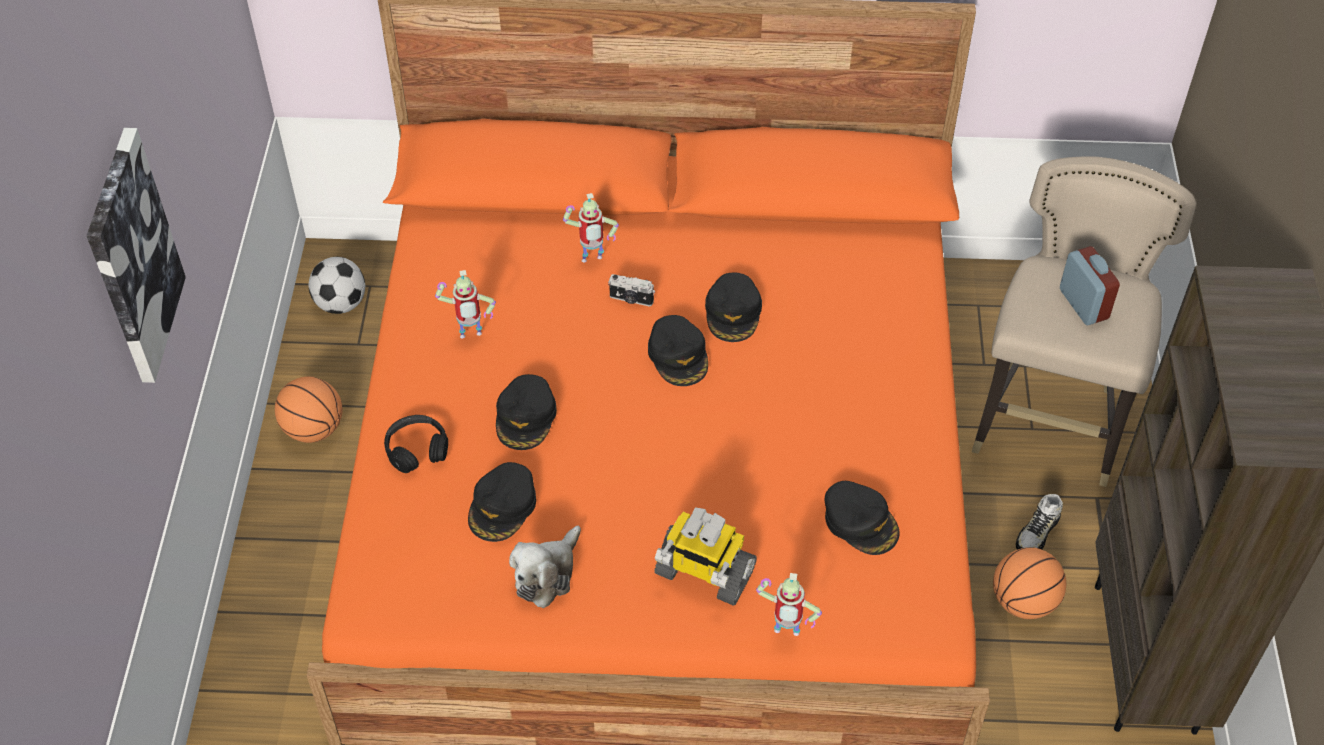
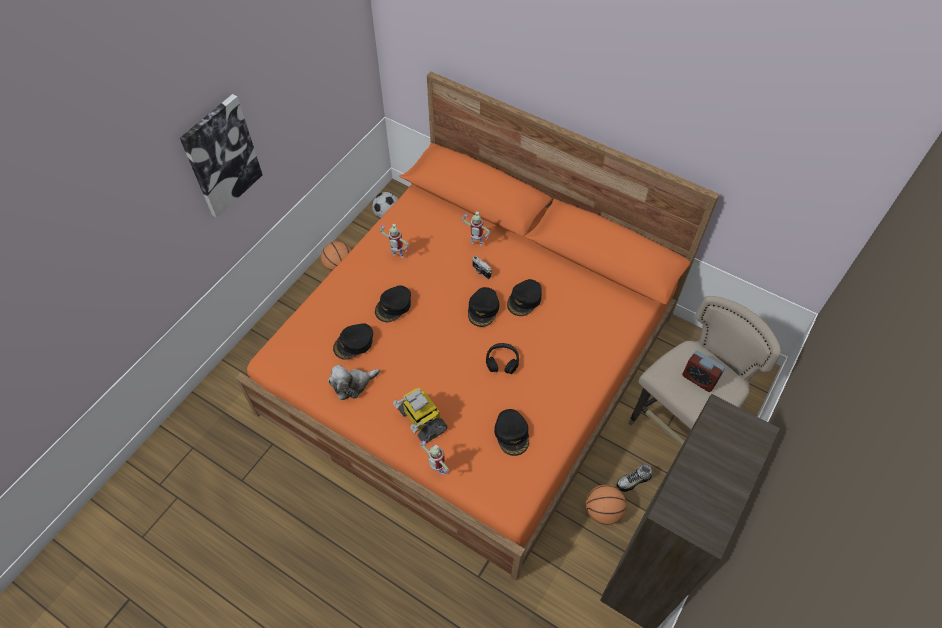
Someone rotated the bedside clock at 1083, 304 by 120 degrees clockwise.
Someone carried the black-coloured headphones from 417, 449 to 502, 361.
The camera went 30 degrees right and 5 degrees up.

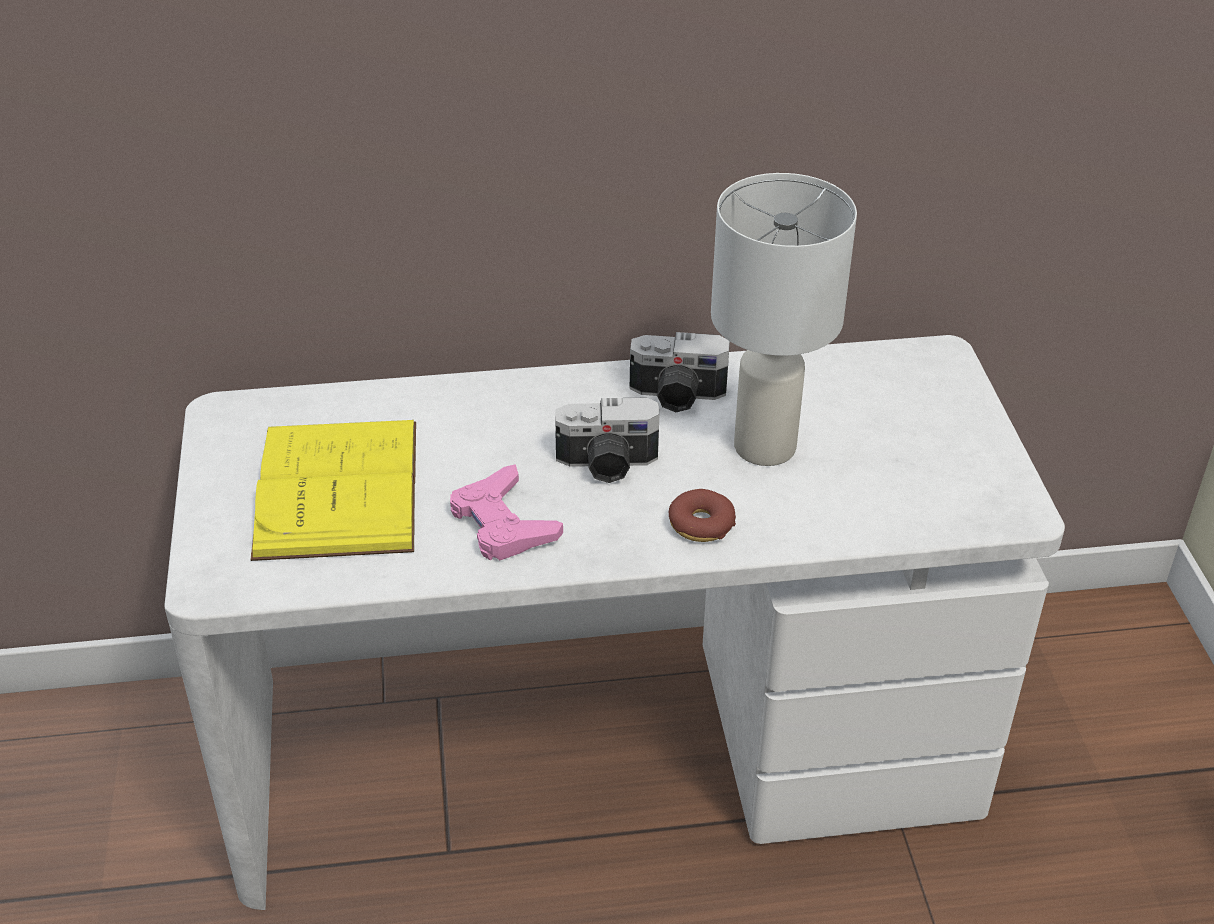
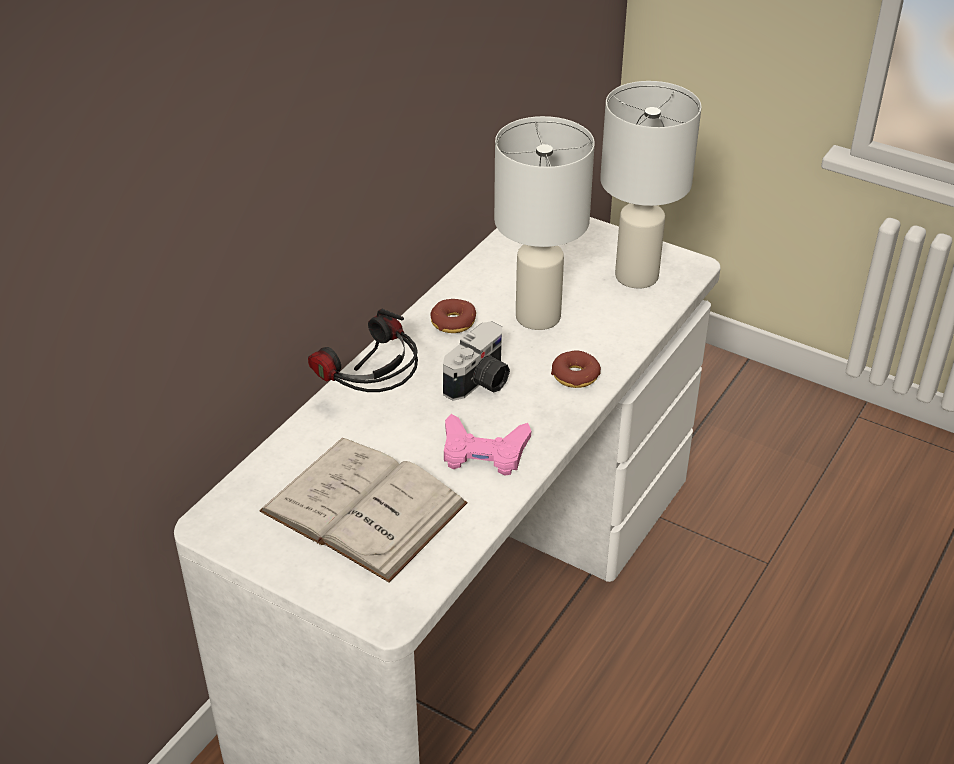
Someone swapped the photo camera at 677, 396 for the doughnut at 453, 322.
Someone repainted the yellow-coloured volume at 337, 488, which became the whitish volume at 363, 507.
Someone put down the whitish lamp for a table at 638, 275.
Someone put down the headphones at 372, 398.
The camera went 50 degrees left and 0 degrees up.

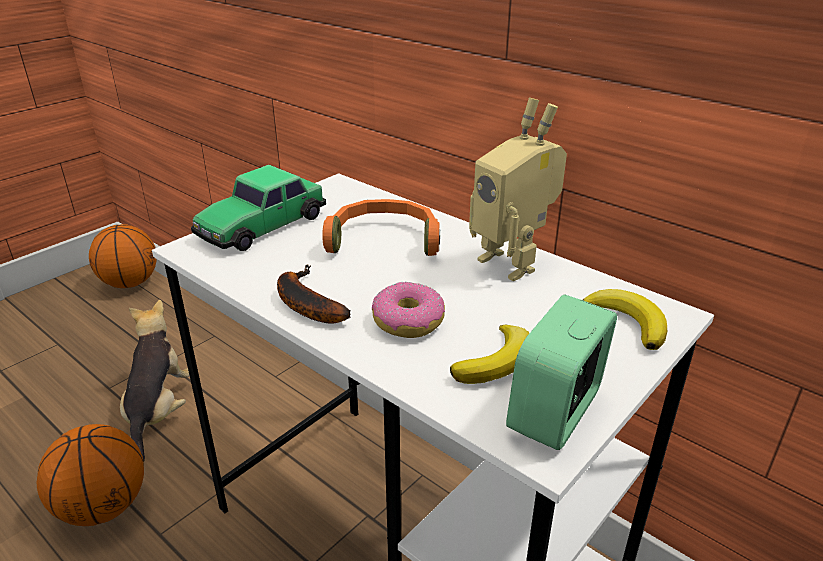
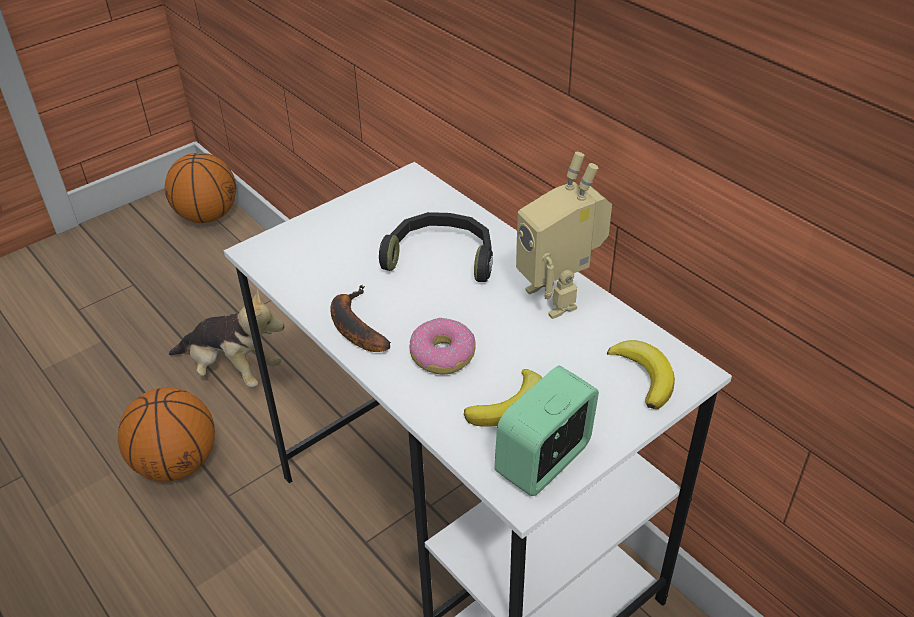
Someone took away the miniature car at 262, 225.
Someone repainted the orange headphones at 384, 240, which became the black-coloured headphones at 442, 257.
Someone rotated the plush toy at 159, 410 by 105 degrees clockwise.
The camera went 10 degrees right and 10 degrees up.

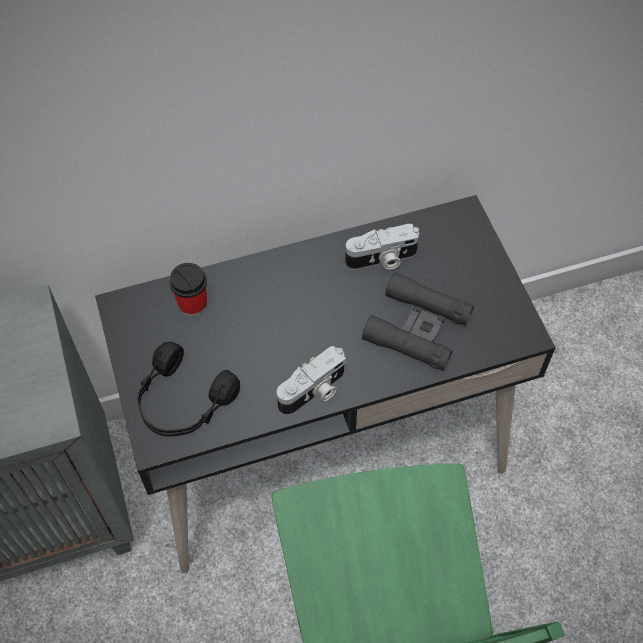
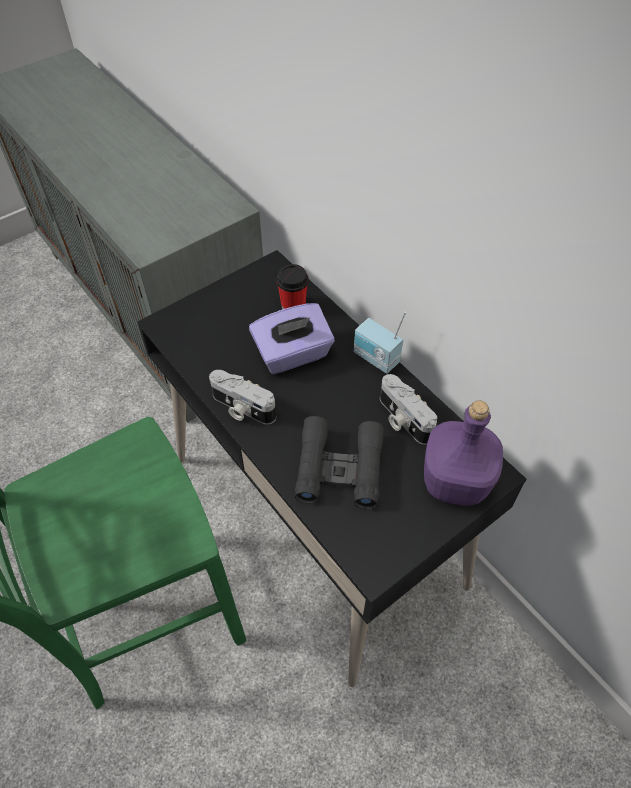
Someone took away the black-coloured headphones at 182, 402.
Someone put down the purple tissue holder at 293, 354.
Someone put down the radio set at 375, 359.
Someone put down the purple bottle at 456, 483.
The camera went 70 degrees right and 5 degrees down.

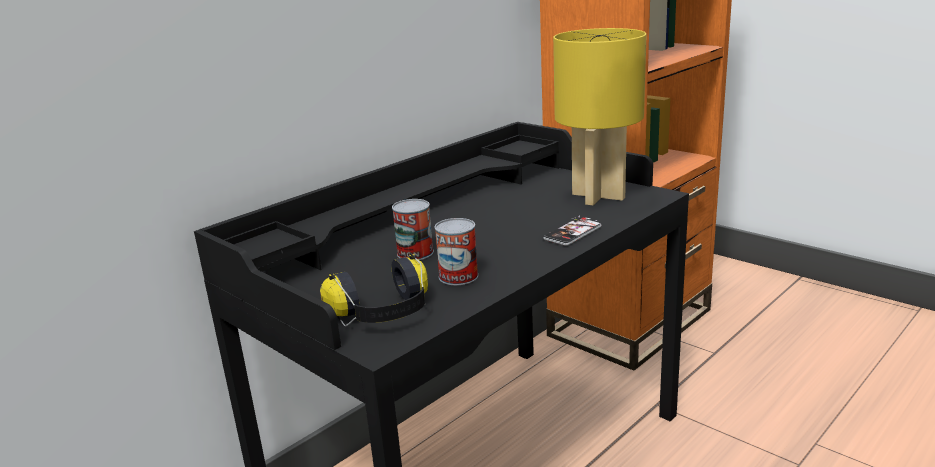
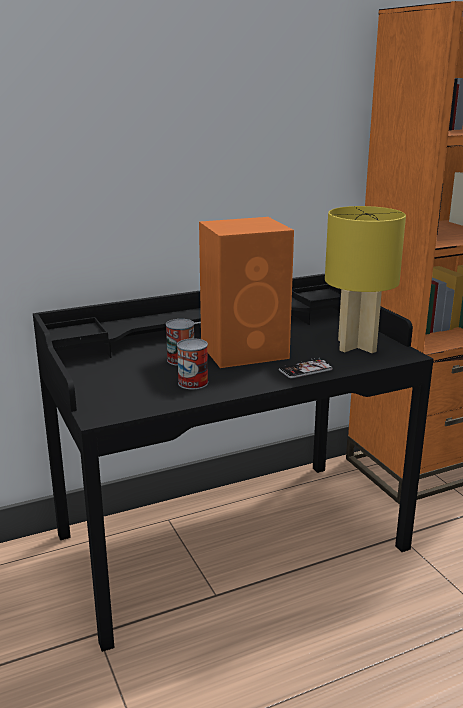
Someone took away the headphones at 384, 314.
Someone put down the orange audio speaker at 246, 351.
The camera went 20 degrees right and 0 degrees up.

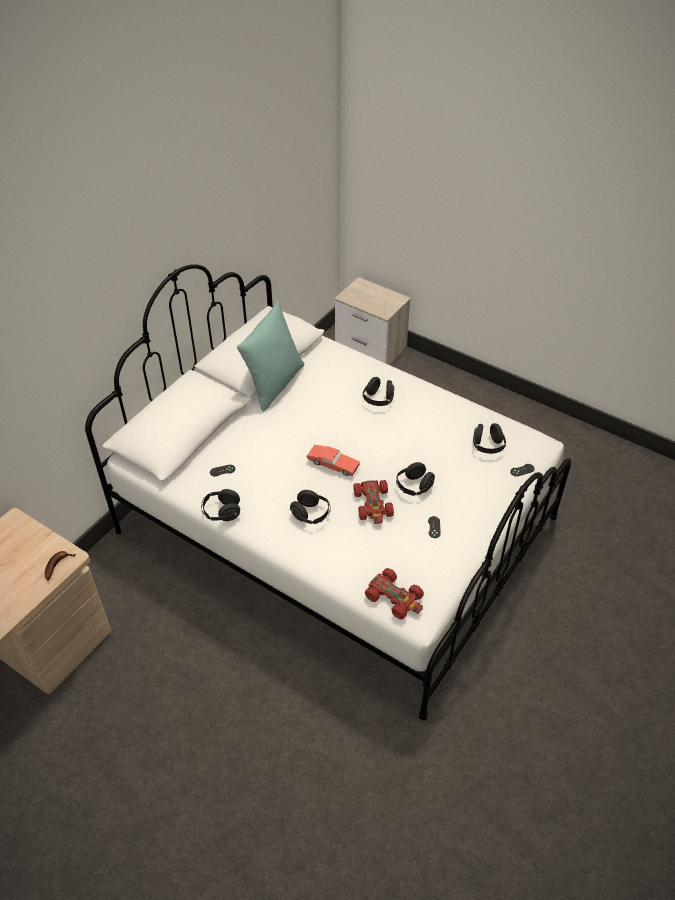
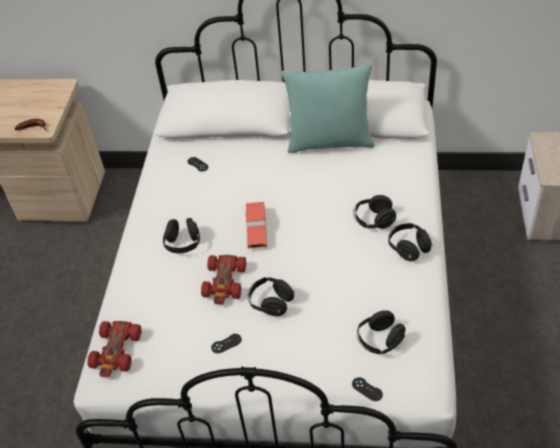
Someone rotated the reddish miniature car at 373, 505 by 45 degrees counterclockwise.
Someone carried the black-coloured headphones from 221, 512 to 408, 248.
The camera went 65 degrees right and 0 degrees up.

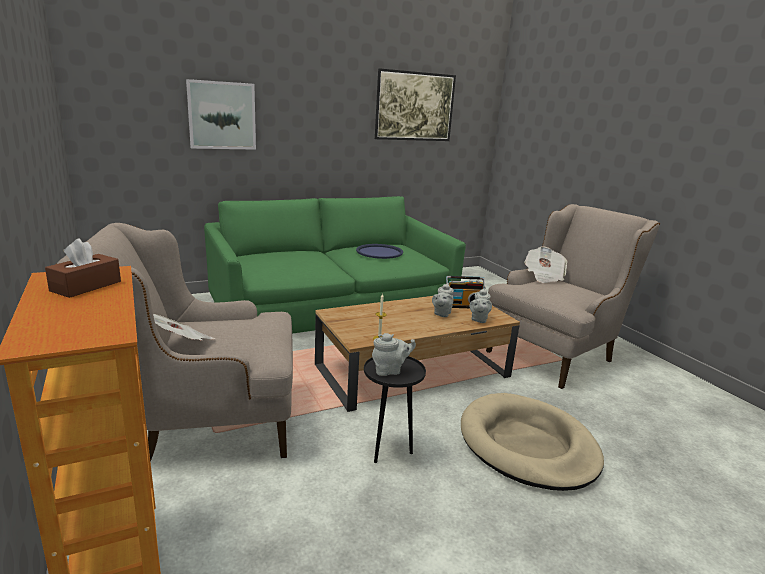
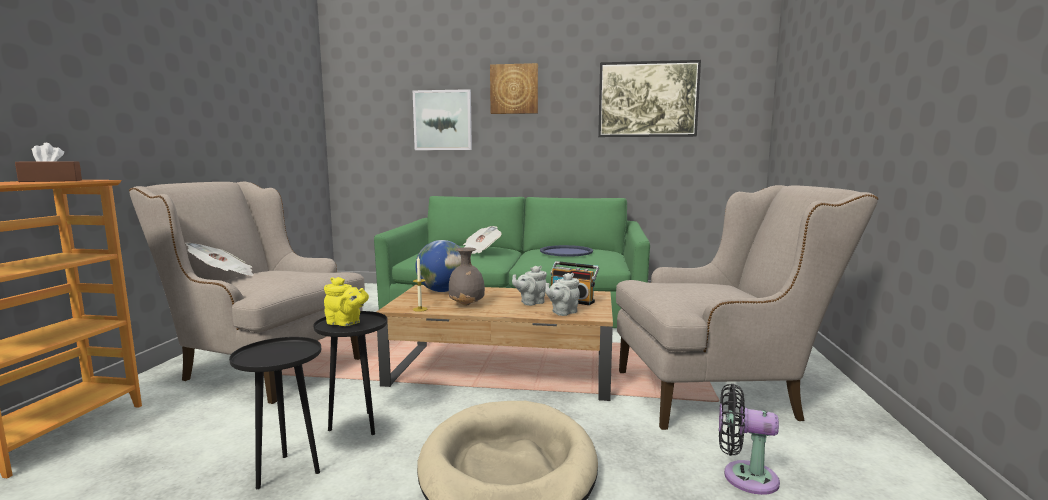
Someone carried the daily paper from 543, 276 to 479, 251.
Someone repainted the gray tea pot at 390, 371, which became the yellow-coloured tea pot at 346, 323.
Someone put up the wall art at 514, 89.
Someone put down the desk globe at 442, 291.
Someone put down the gray flower vase at 467, 305.
Someone put down the black-coloured side table at 287, 471.
Someone put down the black-coloured electric fan at 744, 477.
The camera went 35 degrees right and 10 degrees down.

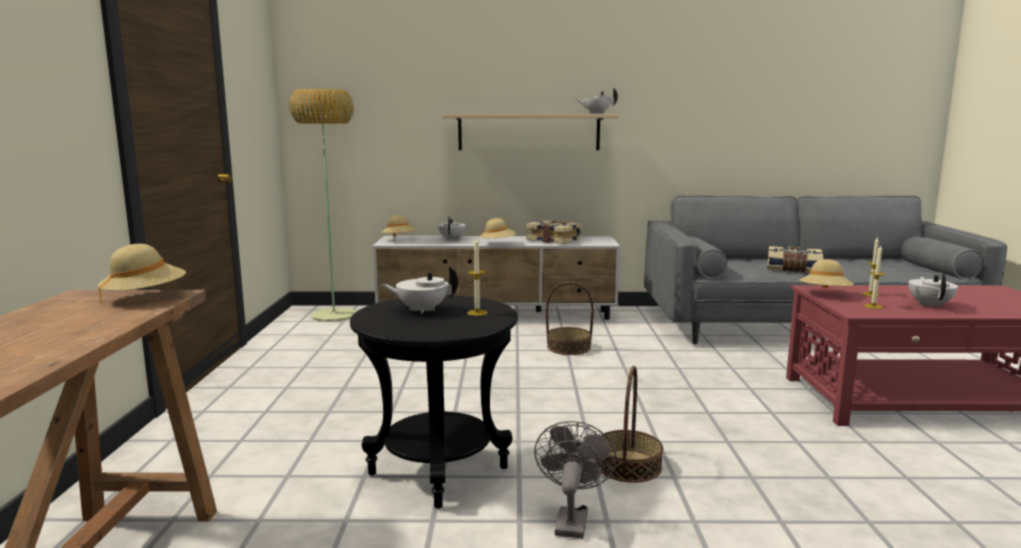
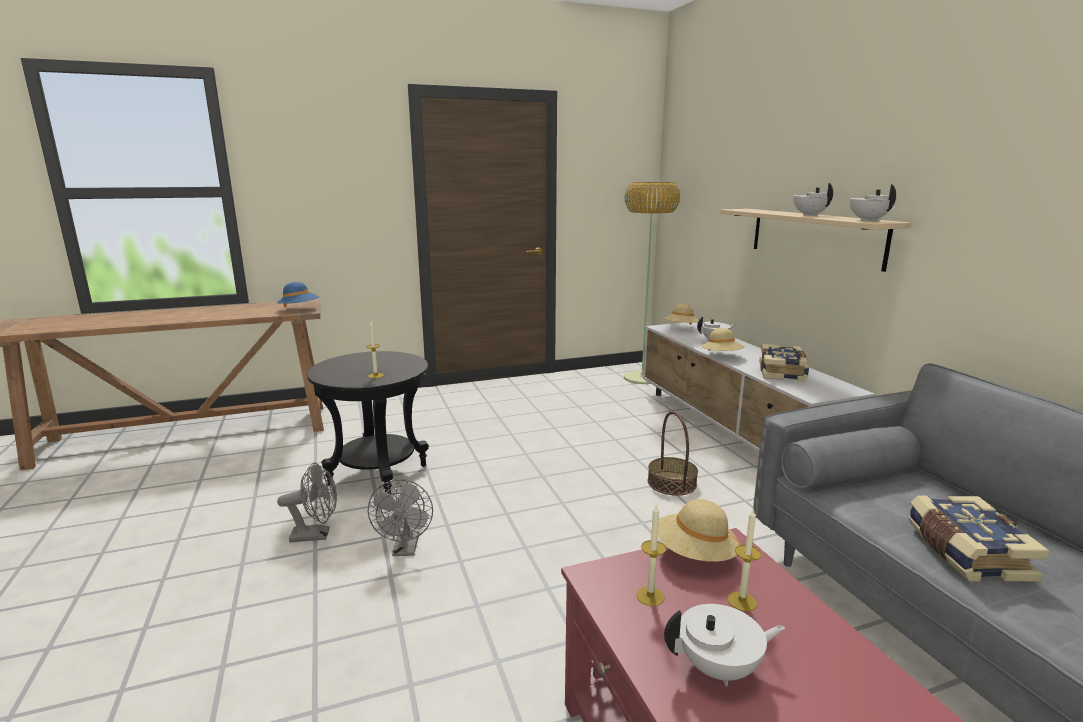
Someone repainted the beige wearable hat at 145, 297, which became the blue-coloured wearable hat at 299, 309.
Someone carried the whitish tea pot from 421, 310 to 809, 215.
Someone swapped the household basket at 628, 465 for the gray electric fan at 406, 549.
The camera went 70 degrees right and 5 degrees up.

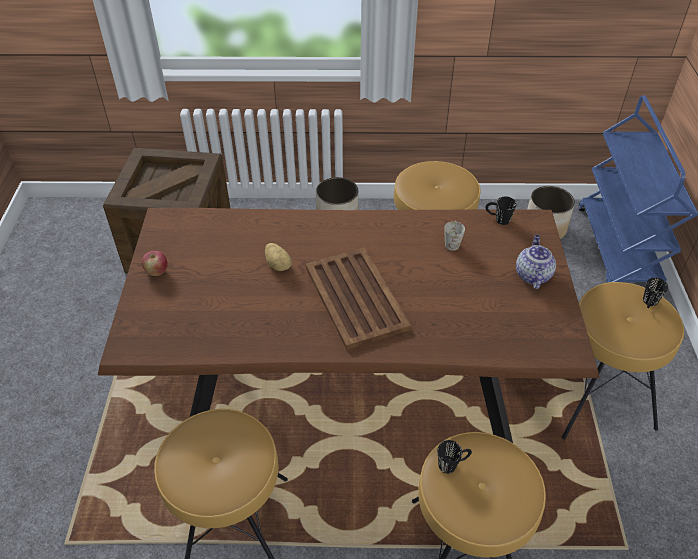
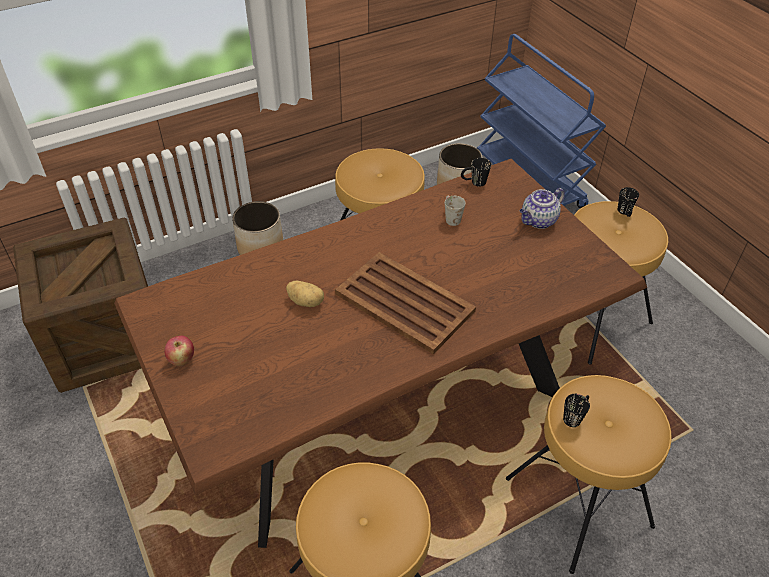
Someone rotated the tea pot at 532, 275 by 105 degrees counterclockwise.
The camera went 30 degrees left and 0 degrees up.

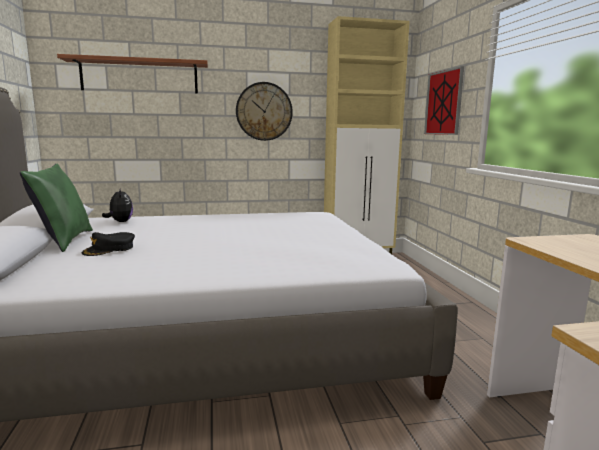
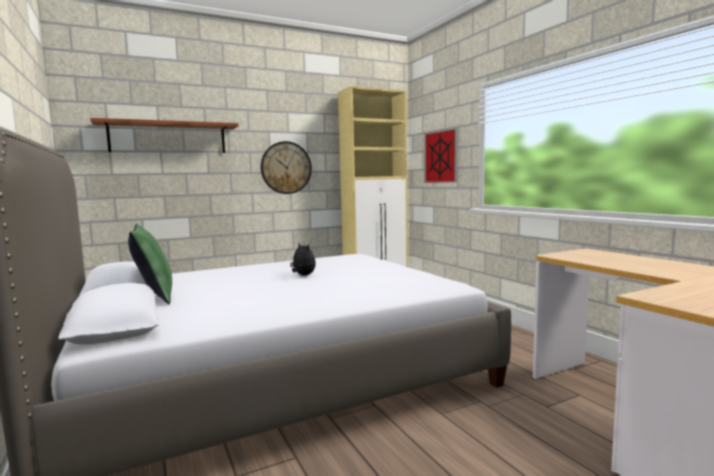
Someone carried the plush toy from 120, 222 to 303, 275.
Someone took away the black-coloured cap at 109, 249.
The camera went 15 degrees left and 5 degrees down.

